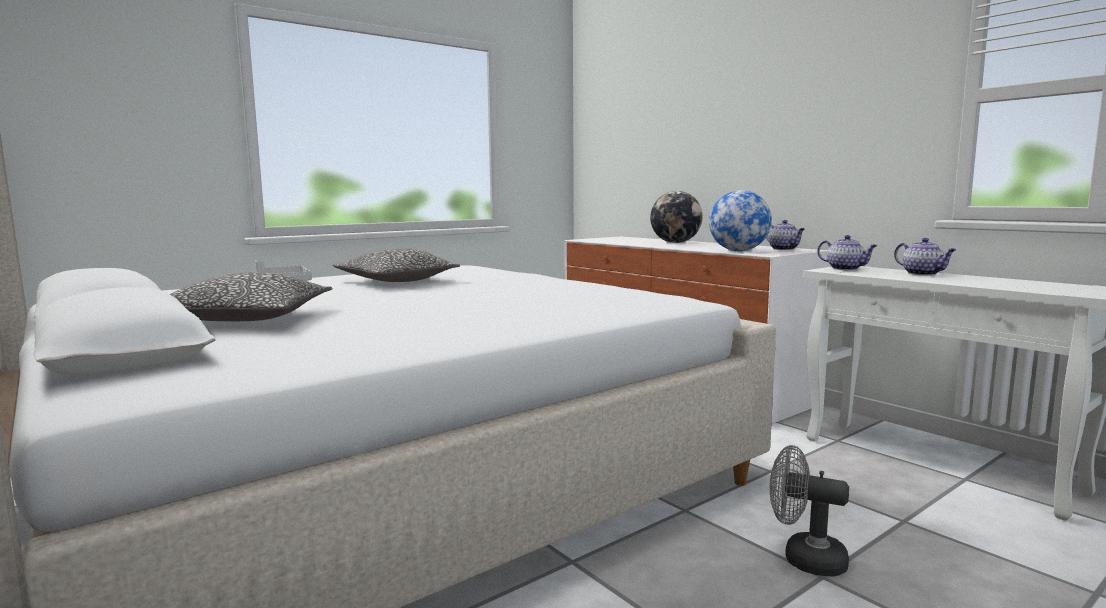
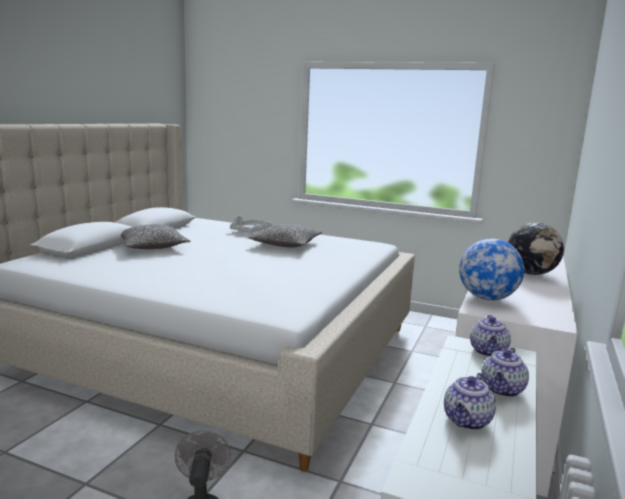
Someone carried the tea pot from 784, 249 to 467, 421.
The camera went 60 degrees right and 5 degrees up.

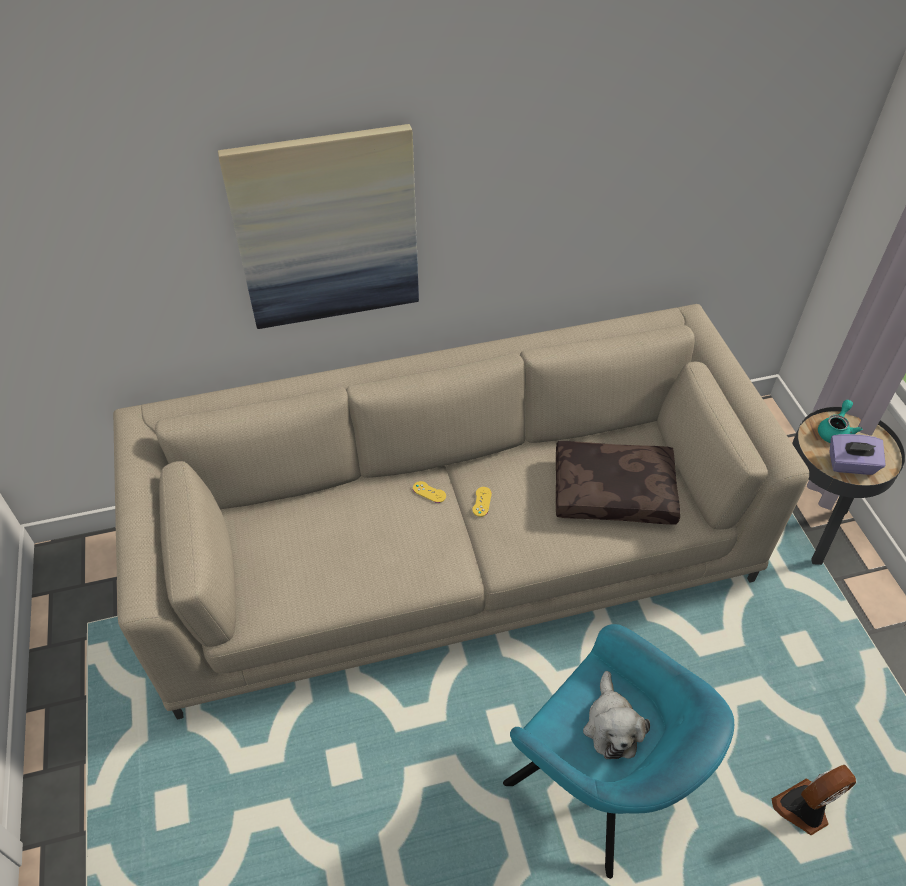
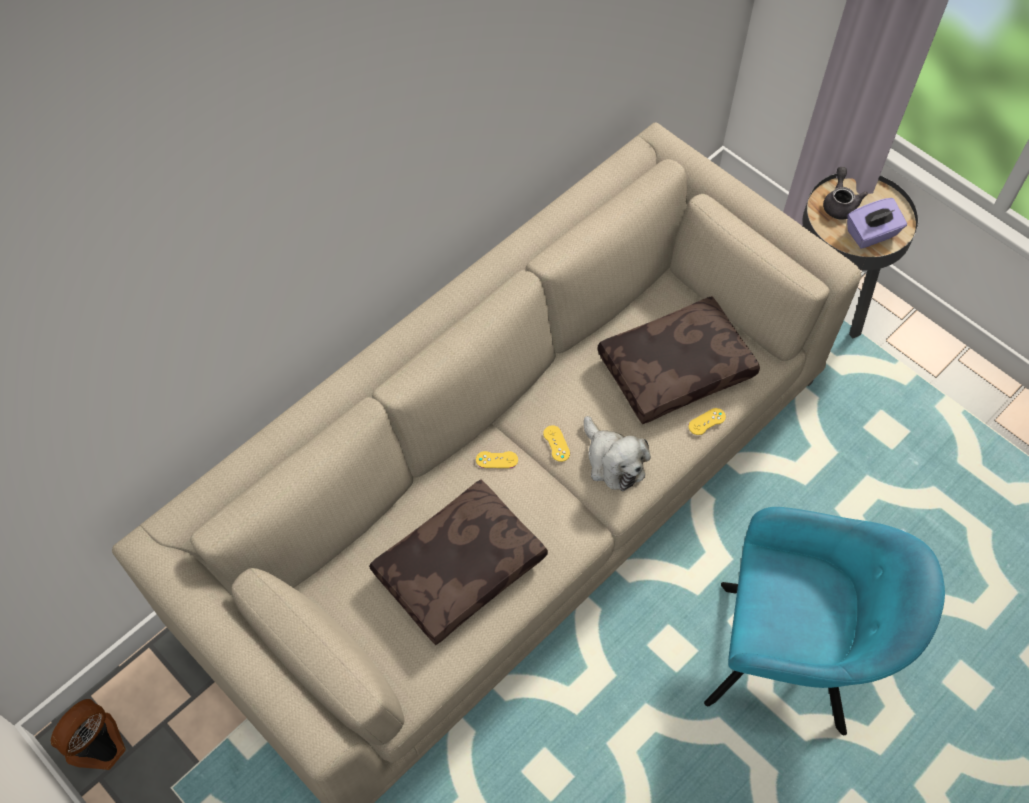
Someone took away the wall art at 327, 229.
Someone repainted the blue-green tea pot at 835, 431, which became the gray tea pot at 839, 203.
Someone carried the plush toy from 611, 725 to 613, 461.
Someone carried the electric fan from 803, 809 to 100, 746.
Someone put down the yellow-coloured gamepad at 707, 421.
Someone put down the brown-coloured throw pillow at 459, 565.
The camera went 30 degrees left and 10 degrees up.

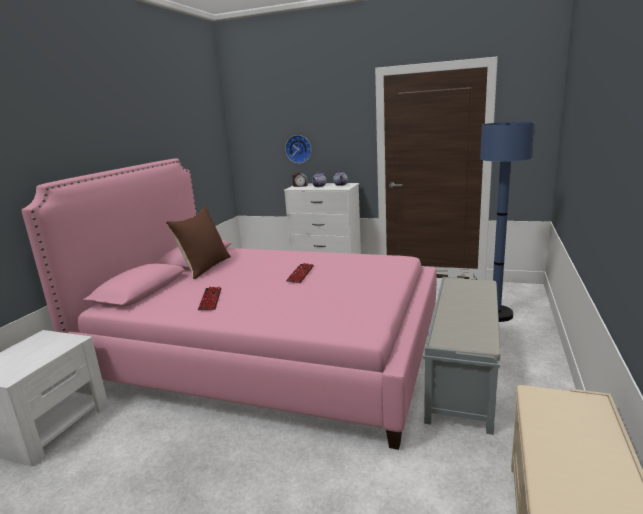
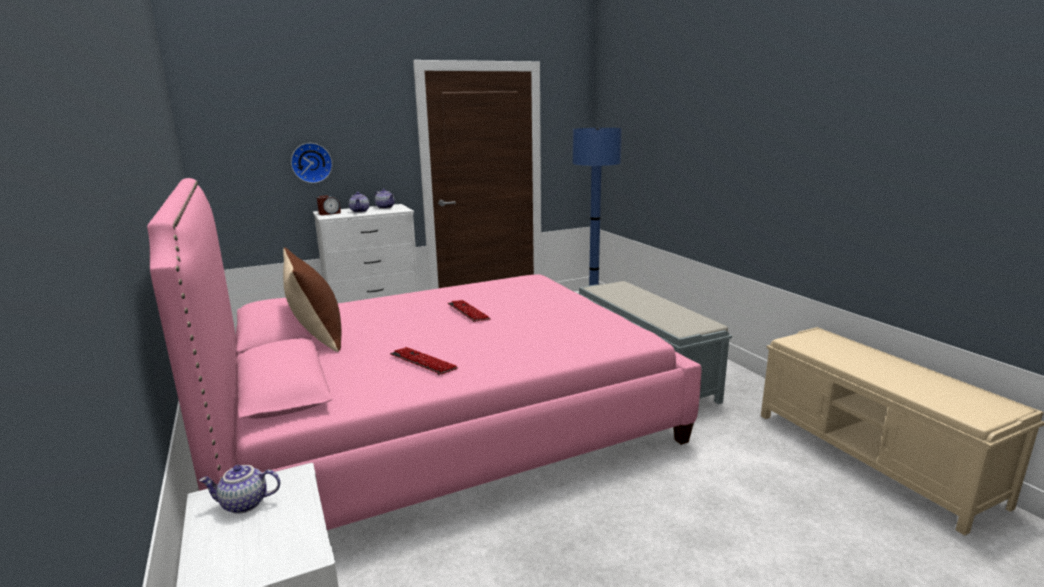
Someone put down the tea pot at 243, 504.
The camera went 45 degrees left and 0 degrees up.

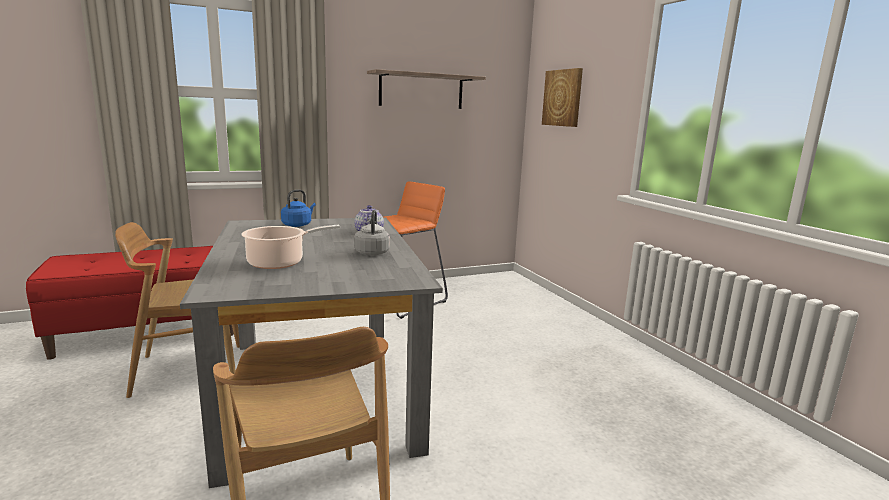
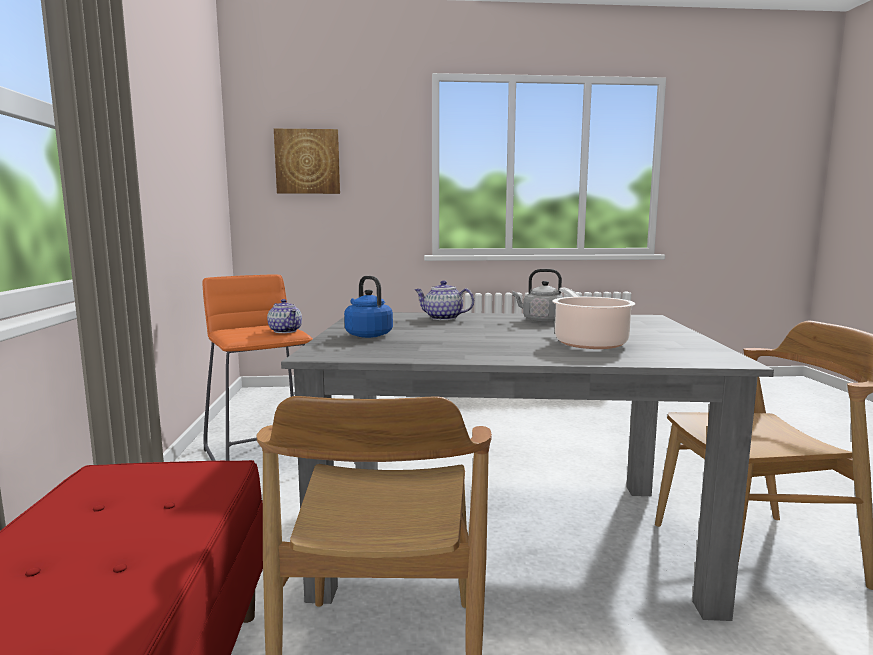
Someone took away the wall shelf at 421, 91.
Someone put down the tea pot at 285, 331.
The camera went 70 degrees left and 5 degrees down.

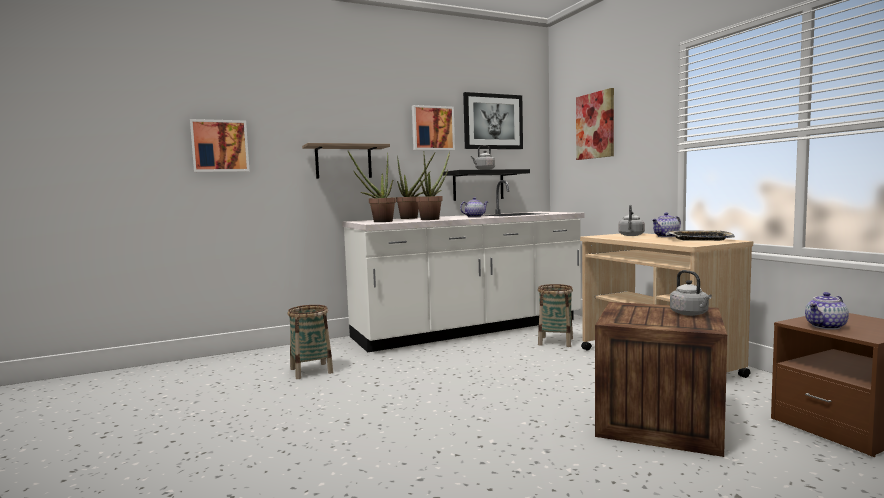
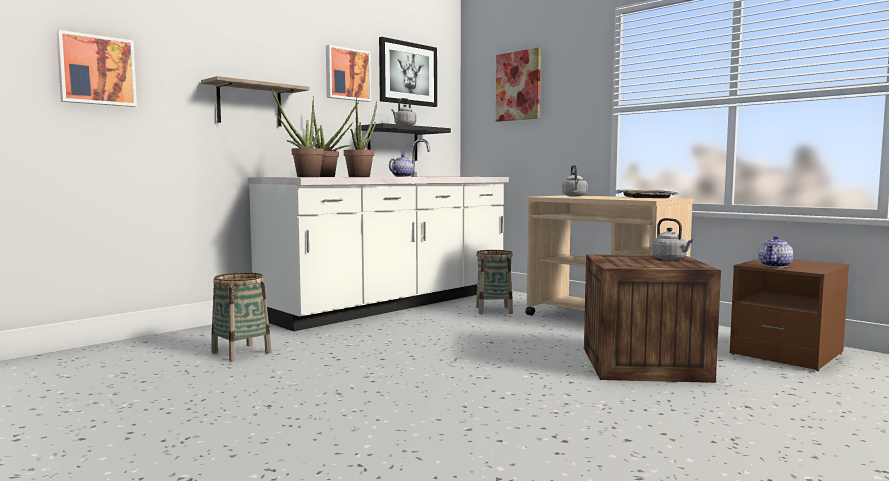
Someone took away the tea pot at 666, 236.
The camera went 20 degrees left and 0 degrees up.

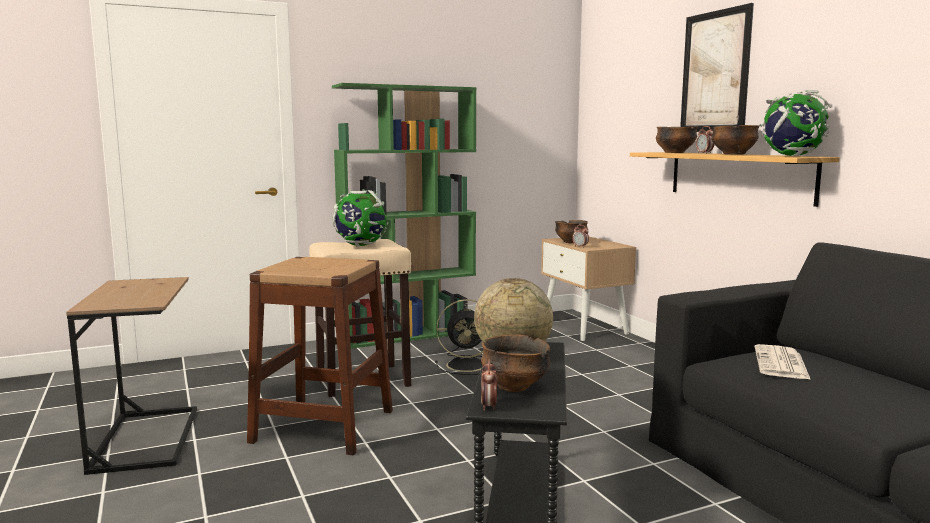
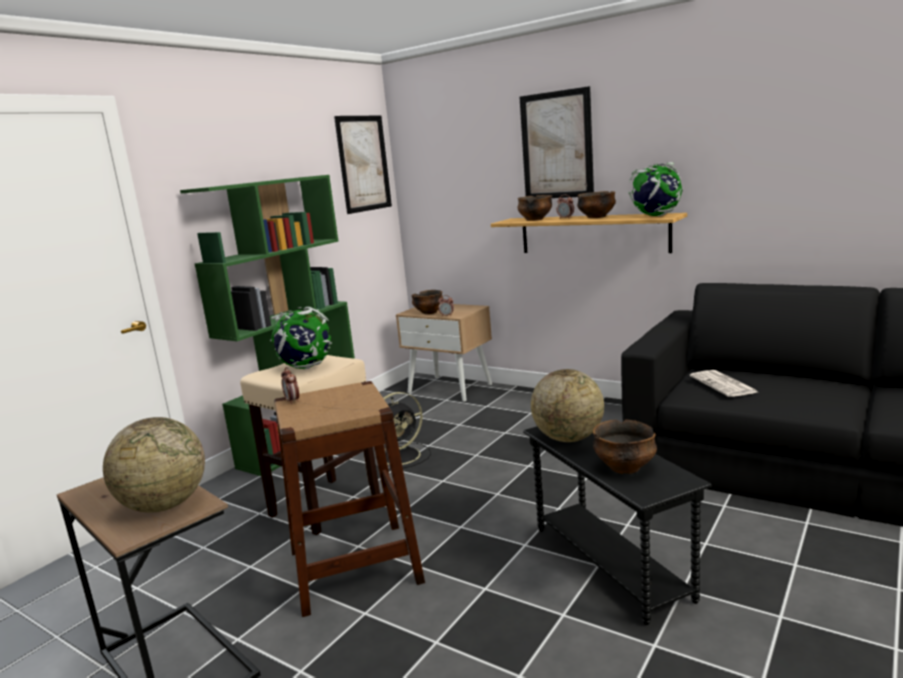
Someone carried the bedside clock from 489, 406 to 292, 401.
Someone put up the wall art at 363, 163.
Someone put down the desk globe at 164, 505.
The camera went 30 degrees left and 5 degrees up.

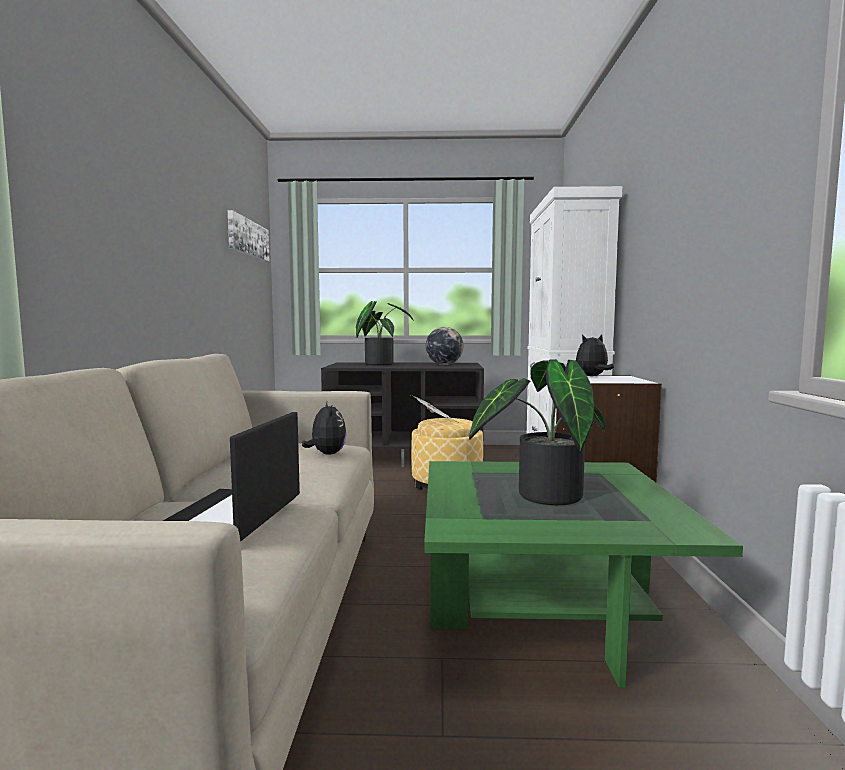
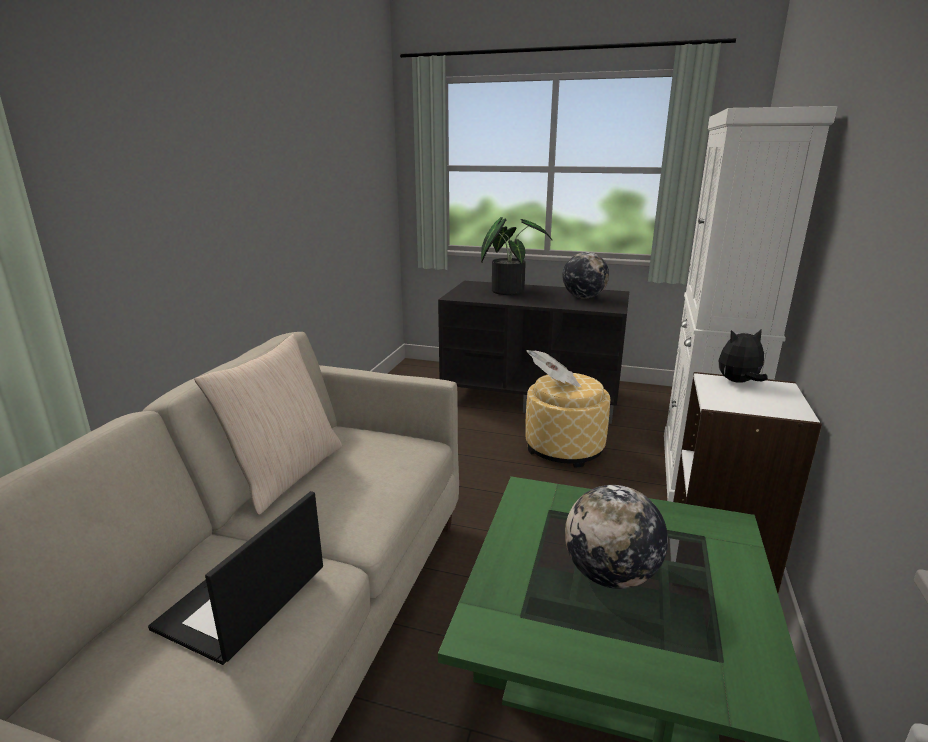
Someone took away the wall art at 248, 238.
Someone swapped the plant in a pot at 542, 494 for the desk globe at 610, 575.
Someone took away the plush toy at 326, 454.
Someone put down the beige throw pillow at 285, 473.
The camera went 15 degrees right and 15 degrees up.

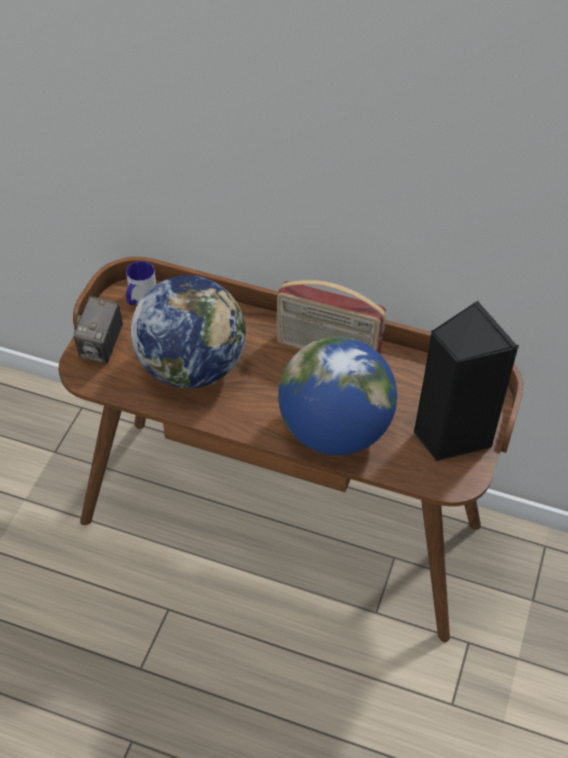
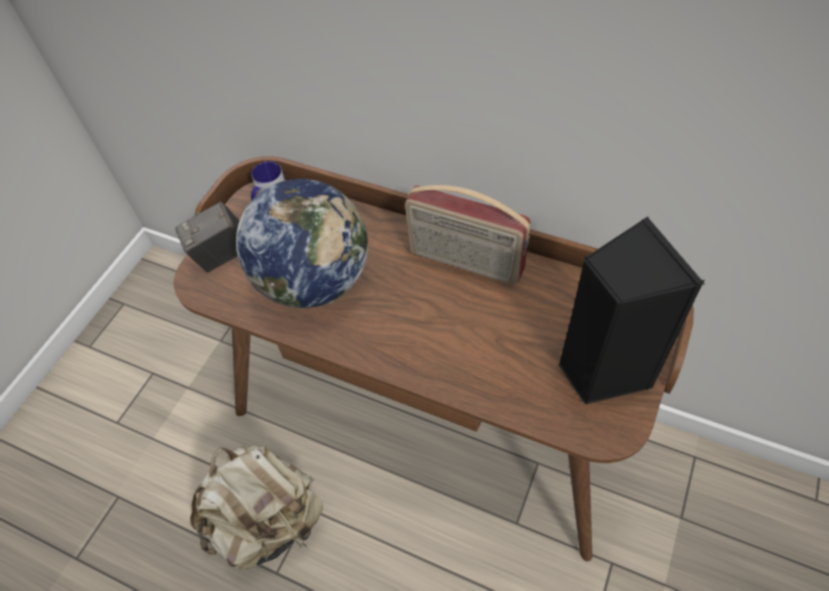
Someone rotated the photo camera at 102, 347 by 45 degrees clockwise.
Someone took away the desk globe at 335, 431.
Someone put down the beige rucksack at 268, 522.
The camera went 10 degrees right and 5 degrees up.

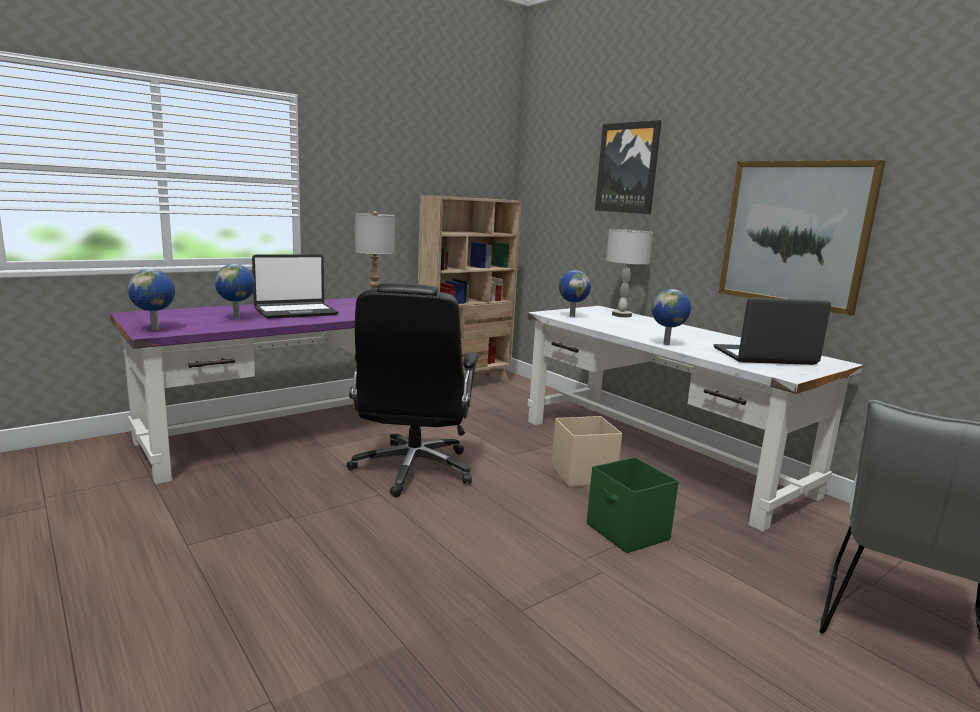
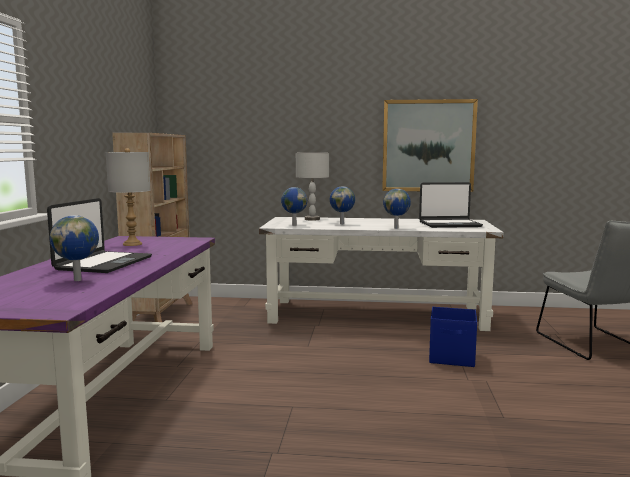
Someone took away the wall art at 627, 168.
Someone carried the desk globe from 156, 329 to 342, 224.
Someone took away the black-coloured computer chair at 413, 470.
Someone rotated the portable computer at 764, 357 by 135 degrees counterclockwise.
Someone took away the beige storage container at 581, 475.
Someone repainted the greenish storage container at 627, 532, which became the blue-coloured storage container at 452, 357.
The camera went 45 degrees left and 5 degrees down.

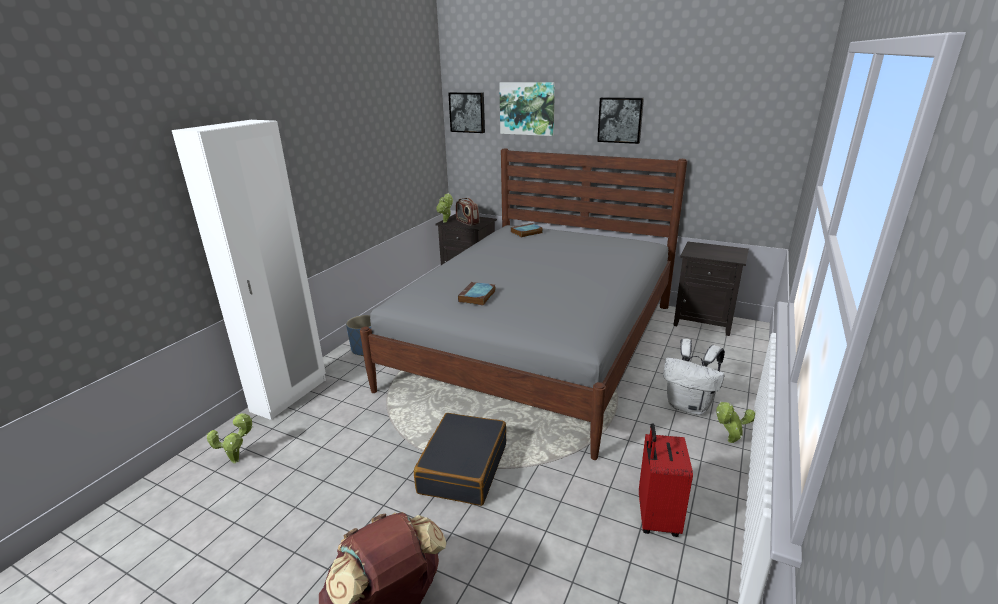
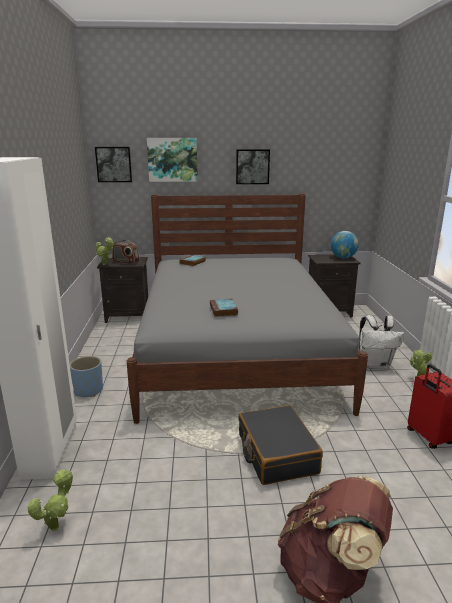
Someone put down the desk globe at 343, 257.
The camera went 30 degrees left and 5 degrees down.

